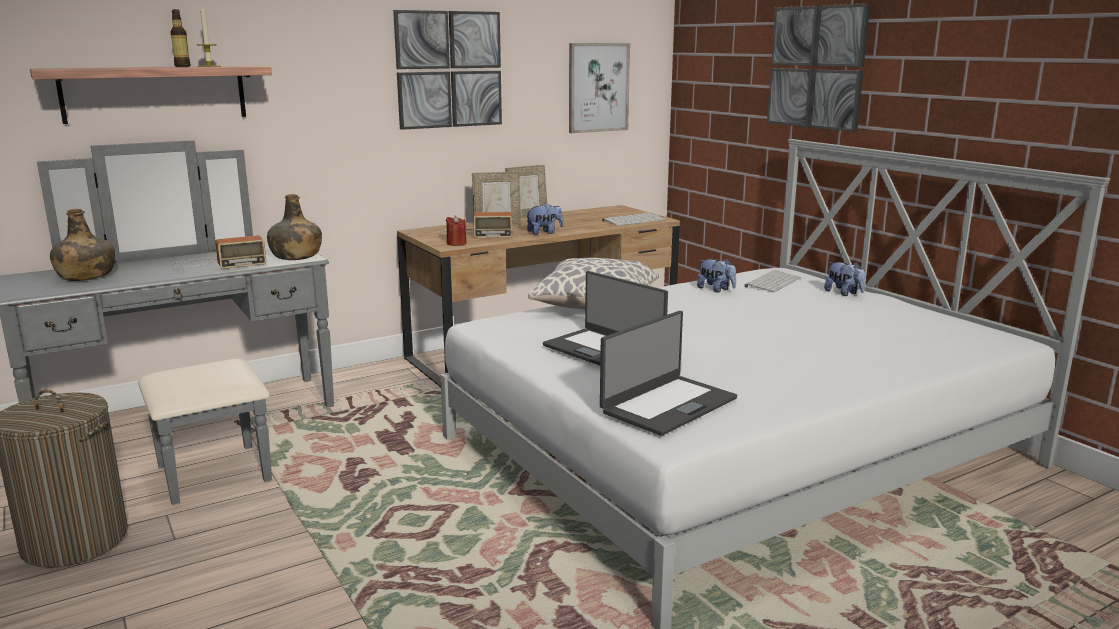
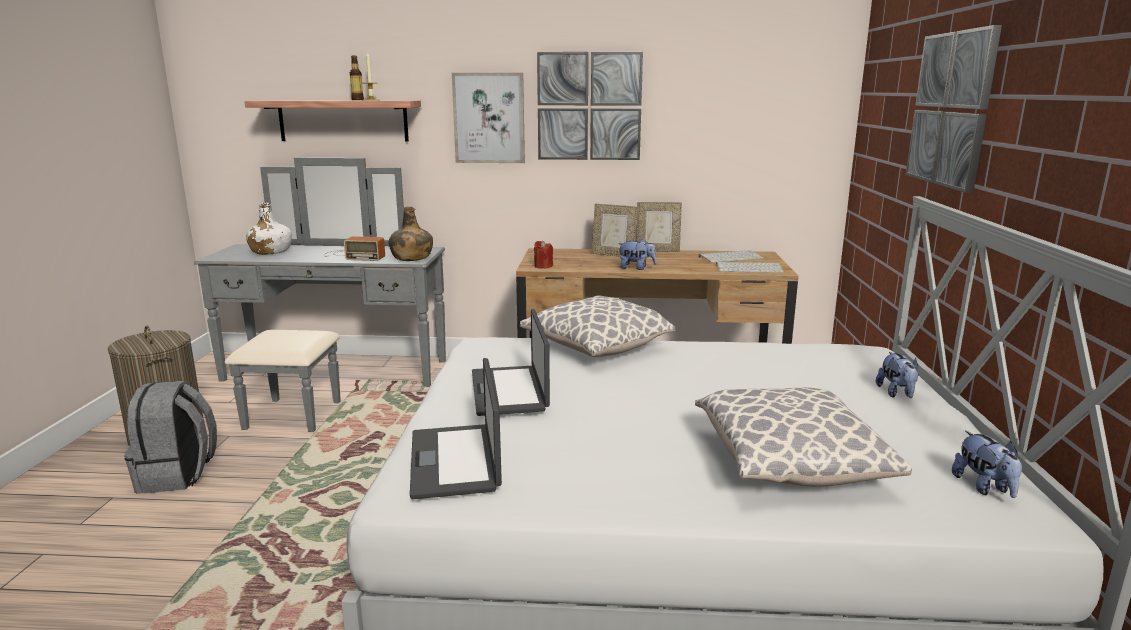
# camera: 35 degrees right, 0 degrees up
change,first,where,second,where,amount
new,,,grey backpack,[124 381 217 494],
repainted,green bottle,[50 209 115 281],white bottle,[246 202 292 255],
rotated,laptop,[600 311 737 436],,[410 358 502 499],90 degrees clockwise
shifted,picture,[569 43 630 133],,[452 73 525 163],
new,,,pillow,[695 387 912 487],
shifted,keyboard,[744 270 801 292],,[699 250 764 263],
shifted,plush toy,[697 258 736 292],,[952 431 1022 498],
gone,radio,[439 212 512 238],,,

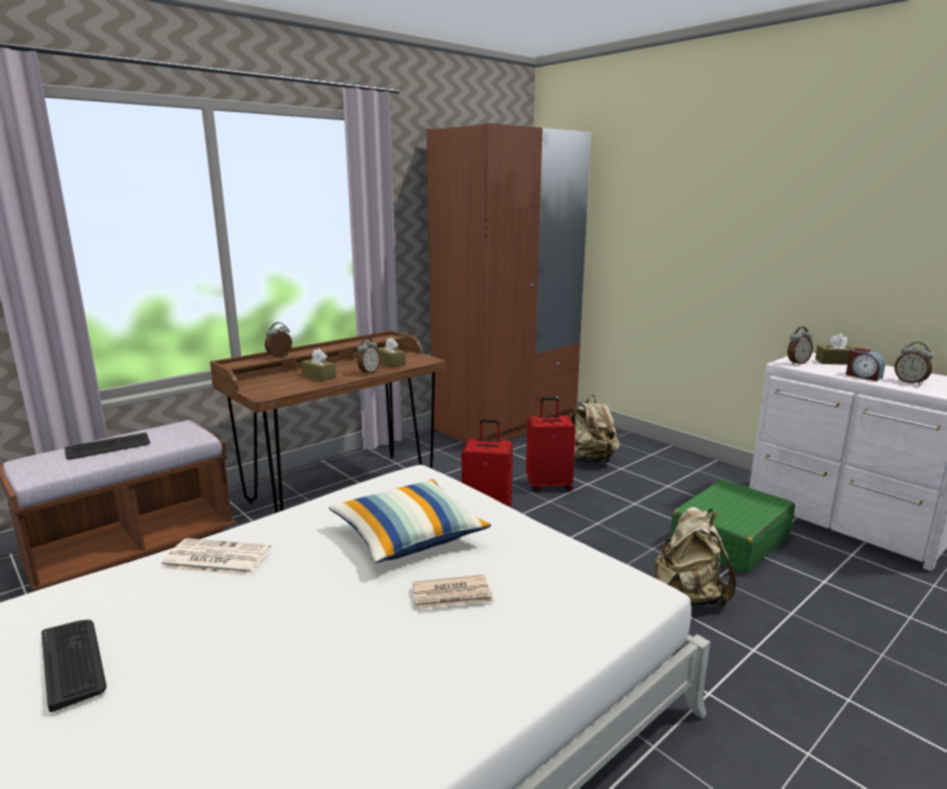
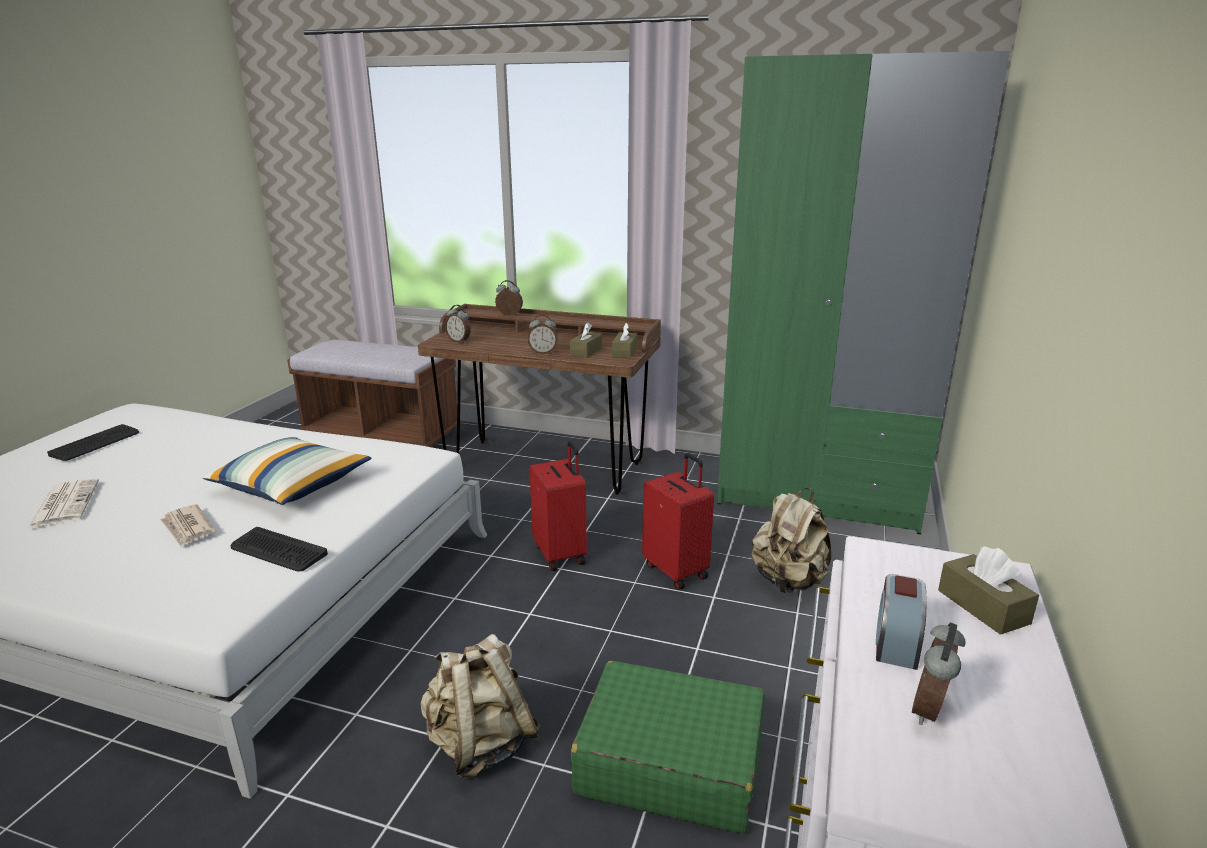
# camera: 60 degrees right, 5 degrees up
change,first,where,second,where,amount
shifted,newspaper,[160 538 271 576],,[27 478 99 529],
shifted,keyboard,[65 432 150 460],,[231 527 328 572],
shifted,alarm clock,[787 327 813 365],,[445 305 471 343],
shifted,brown tissue box,[301 349 336 381],,[612 323 637 358],
repainted,brown wardrobe,[427 123 591 443],green wardrobe,[717 51 1010 535],

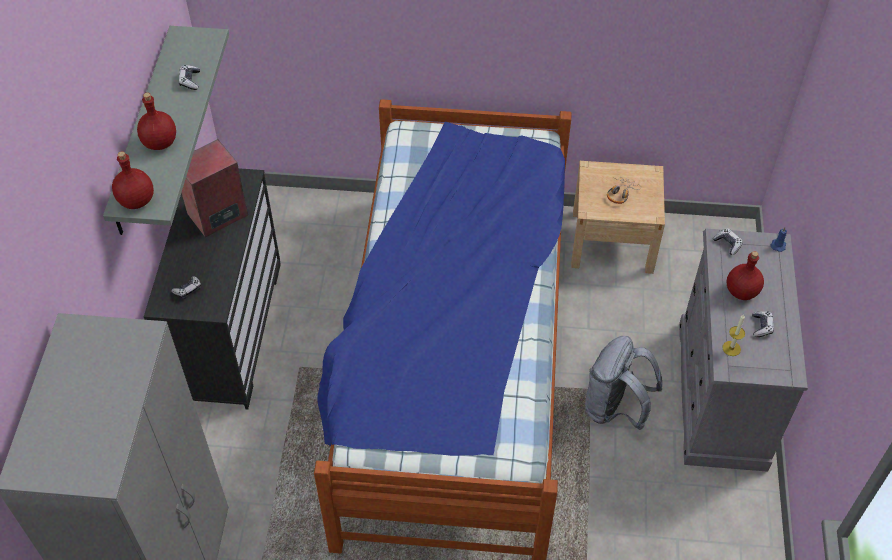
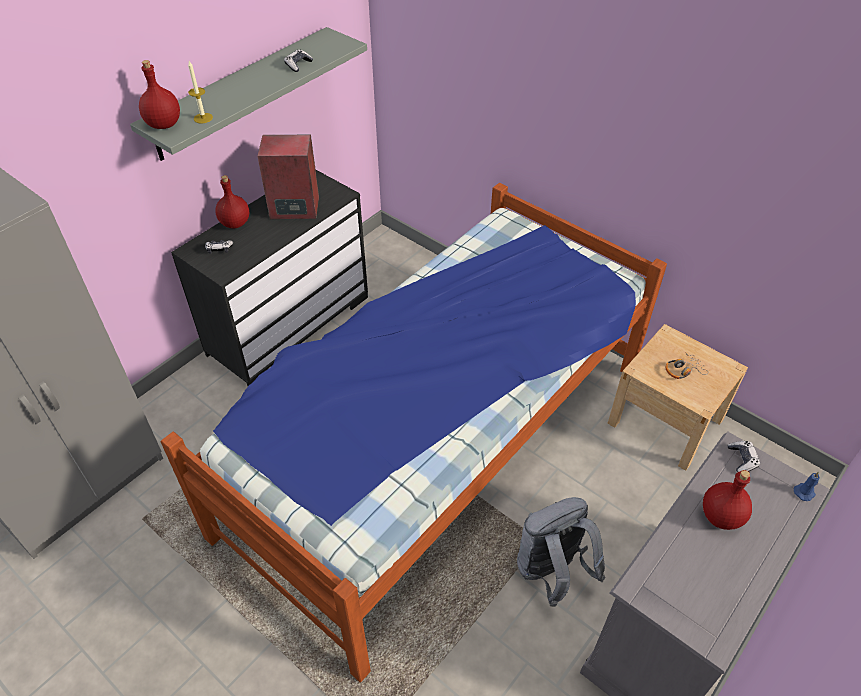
# camera: 35 degrees right, 5 degrees down
change,first,where,second,where,amount
shifted,candle,[722 315 745 356],,[188 61 213 124],
shifted,red bottle,[137 93 176 150],,[215 175 249 229],
gone,game controller,[752 311 774 337],,,

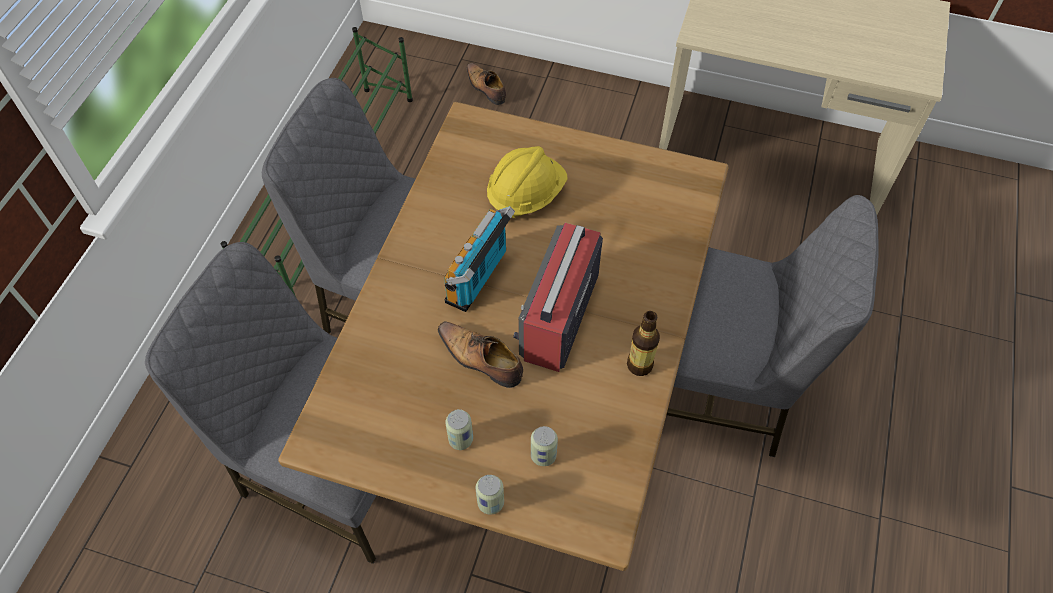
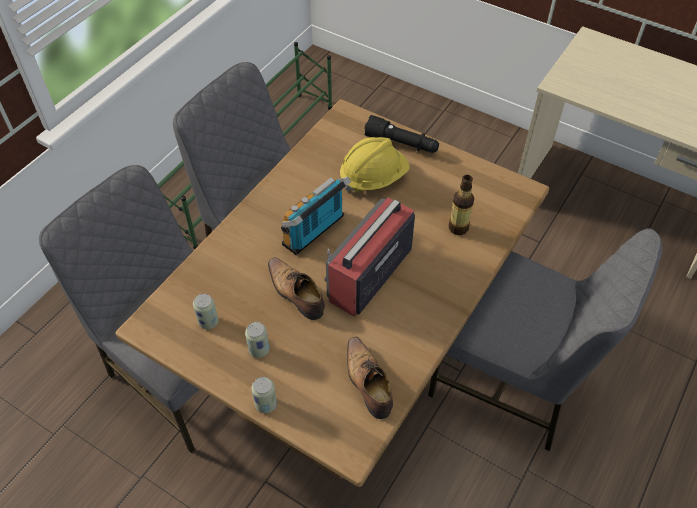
# camera: 15 degrees right, 5 degrees down
change,first,where,second,where,amount
shifted,can,[531 426 558 466],,[193 294 219 329],
shifted,shoe,[467 63 506 105],,[347 337 393 419],
new,,,black flashlight,[364 115 439 153],
shifted,bottle,[627 311 660 376],,[449 175 474 235],

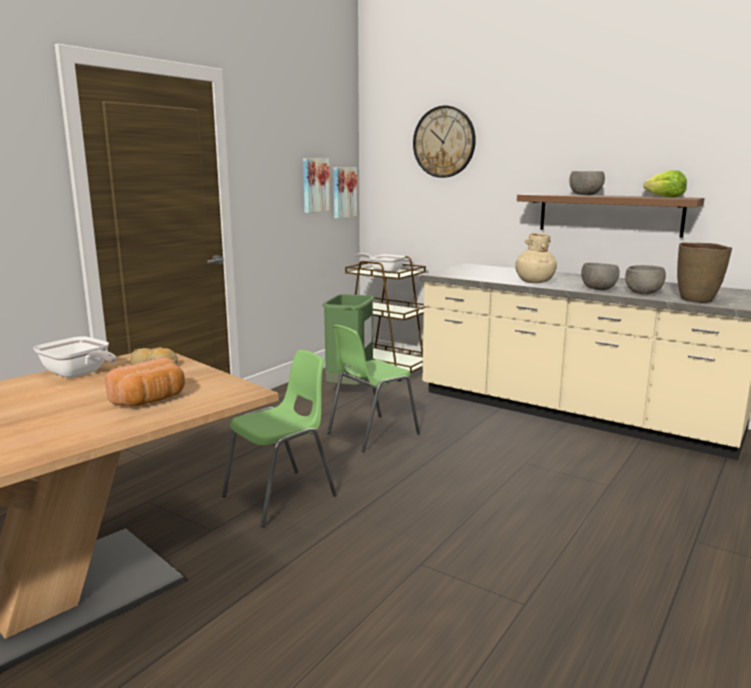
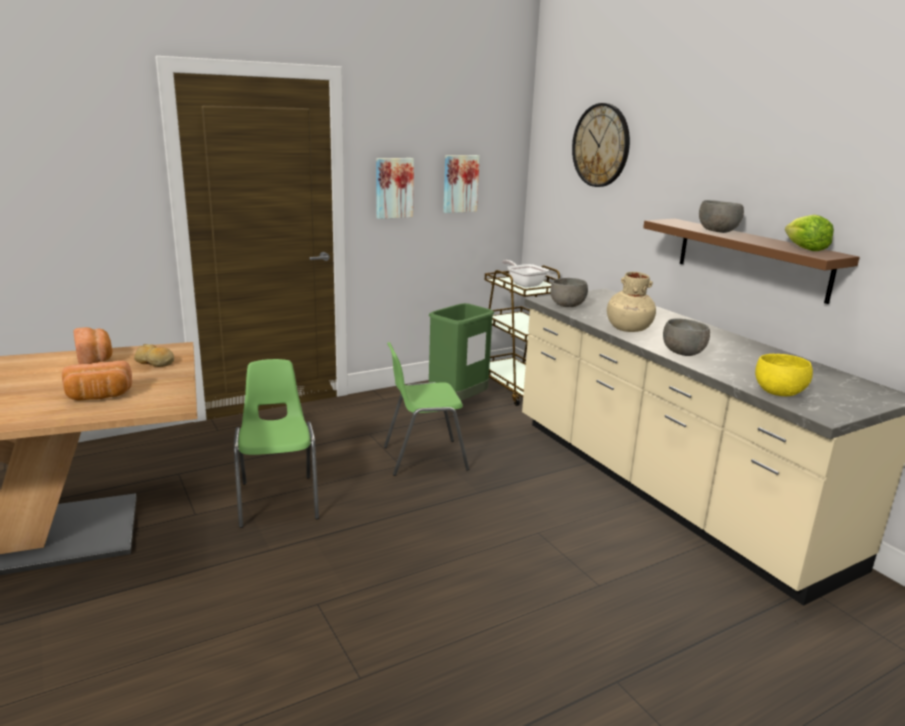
# camera: 25 degrees right, 5 degrees up
change,first,where,second,where,amount
swapped,frying pan,[33 336 116 378],bread,[74 327 112 364],
rotated,green chair,[222 350 337 527],,[234 359 319 528],90 degrees counterclockwise
shifted,picture,[333 167 357 218],,[376 158 414 219],
shifted,grey bowl,[625 265 666 294],,[550 278 588 307],
swapped,brown vase,[677 243 732 303],yellow bowl,[755 354 813 396],

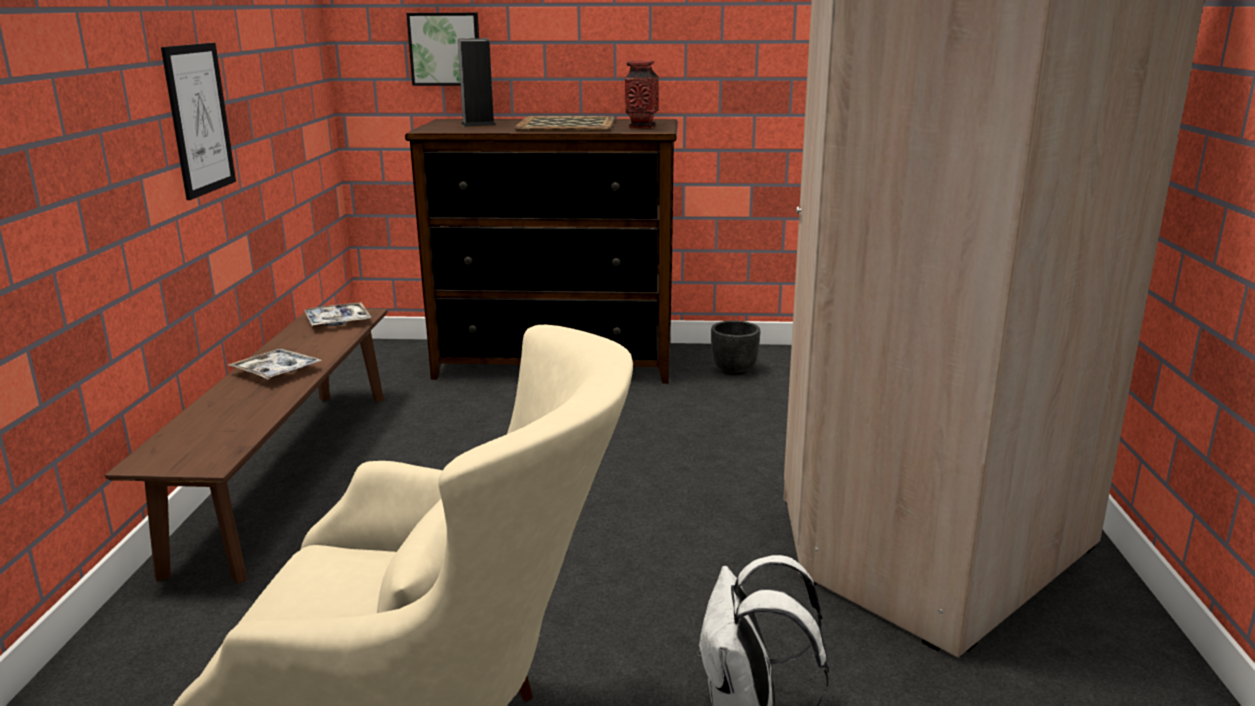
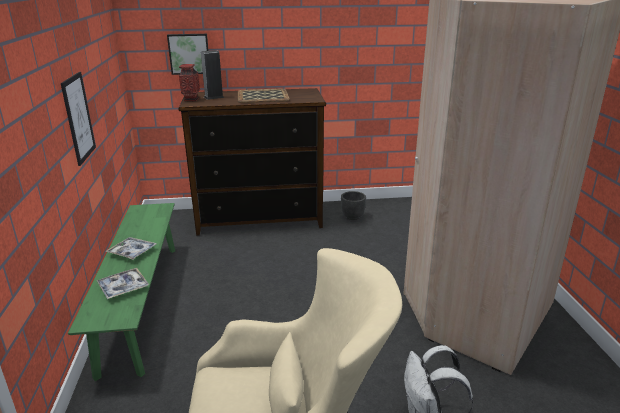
# camera: 10 degrees left, 5 degrees up
change,first,where,second,where,amount
repainted,brown bench,[105 308 388 584],green bench,[68 203 175 381],
shifted,tray,[304 302 371 326],,[97 268 149 299],
shifted,vase,[625 61 659 128],,[179 64 200 101],

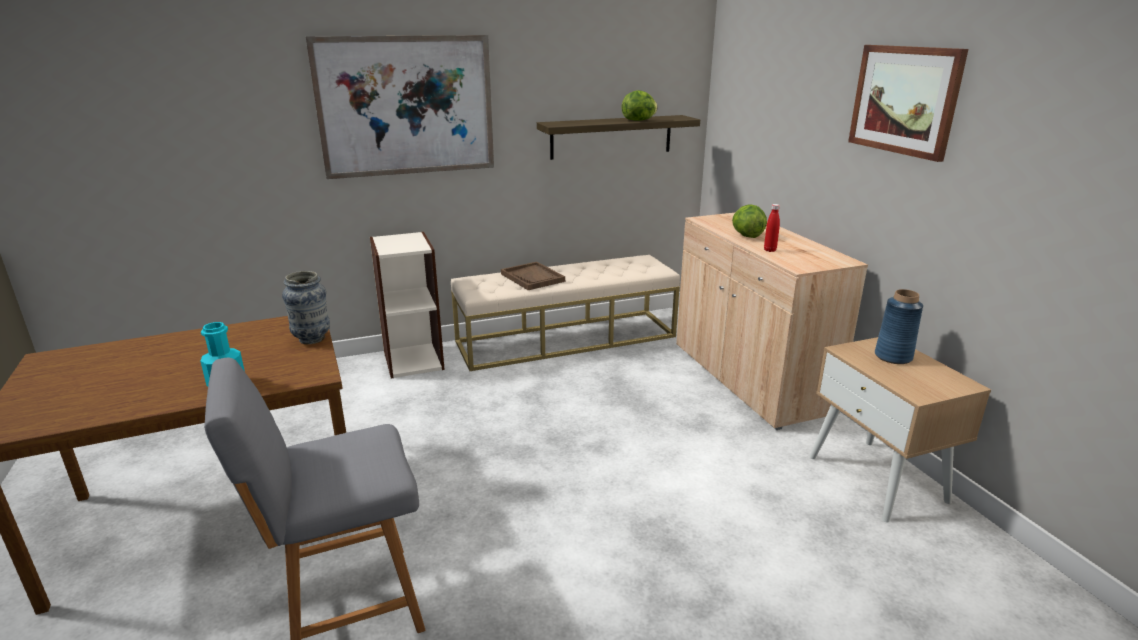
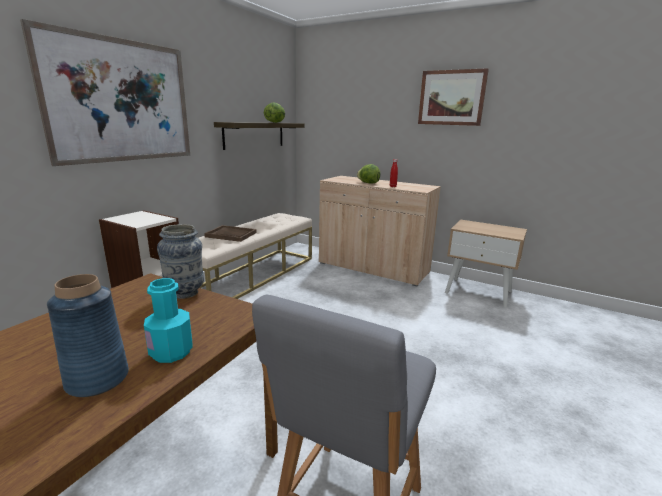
# camera: 40 degrees left, 5 degrees down
change,first,where,second,where,amount
shifted,blue vase,[875 289 923 364],,[47 274 129 397],

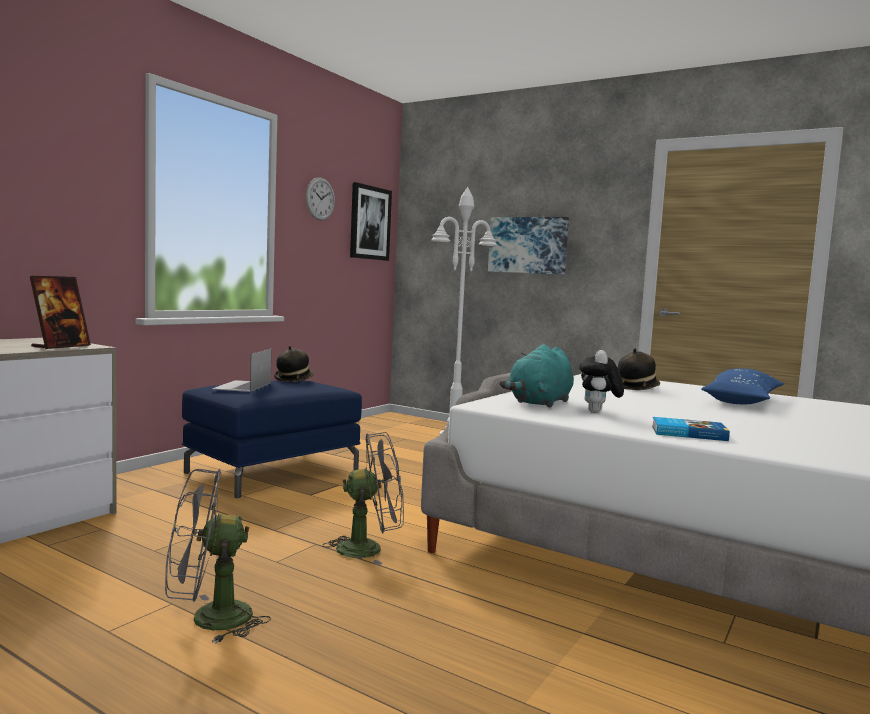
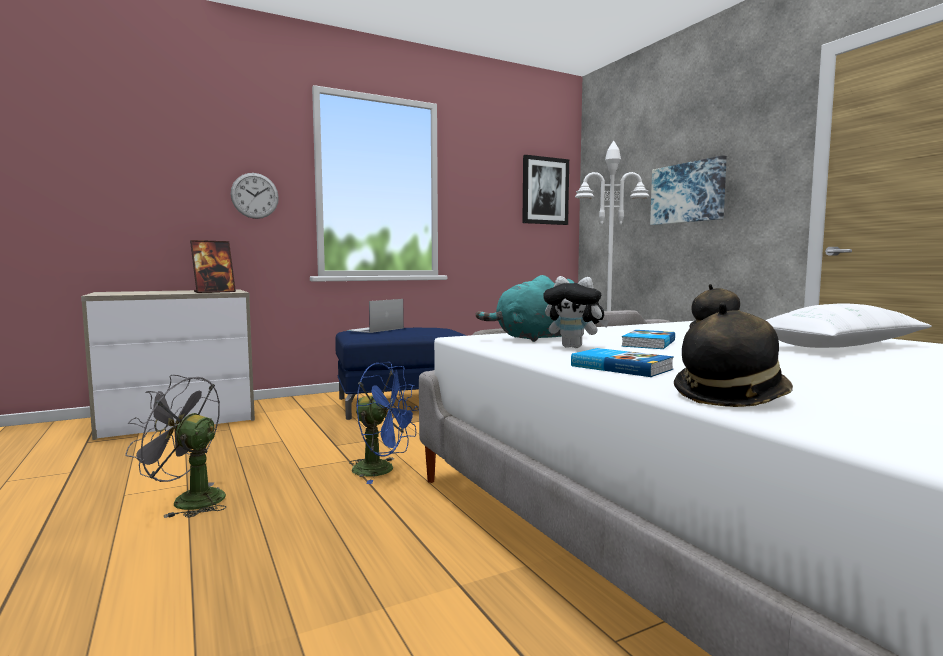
# camera: 30 degrees right, 0 degrees up
change,first,where,second,where,amount
shifted,wall clock,[306 177 335 220],,[231 173 279 219],
repainted,grey fan,[322 432 404 565],blue fan,[349 362 419 484],
rotated,plush toy,[579 350 624 413],,[543 276 609 348],105 degrees counterclockwise
new,,,book,[621 330 675 349],
shifted,hat,[274 346 314 382],,[674 302 793 407],
repainted,blue pillow,[701 368 784 404],white pillow,[766 303 932 348],

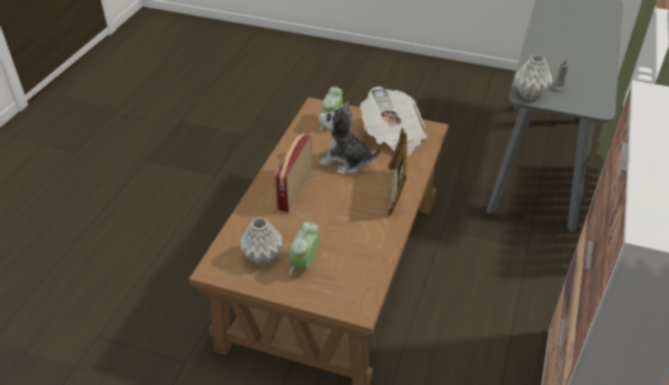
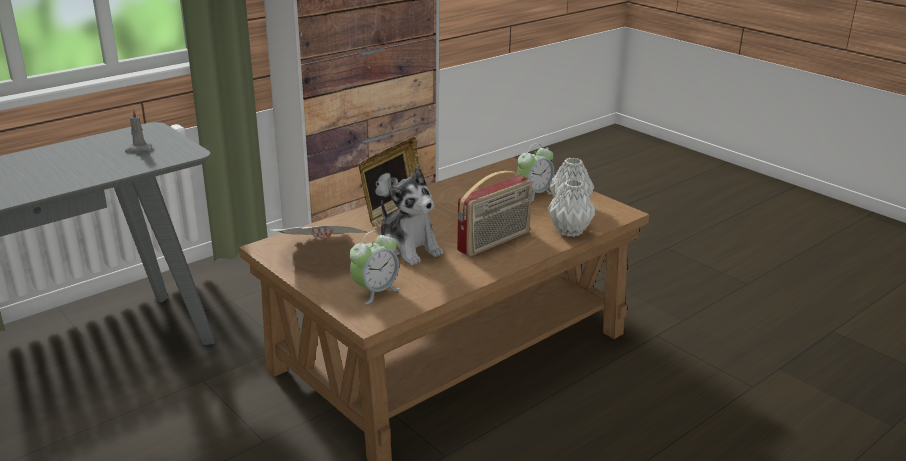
# camera: 150 degrees left, 15 degrees down
change,first,where,second,where,amount
shifted,grey vase,[515 55 553 100],,[548 179 595 237],

